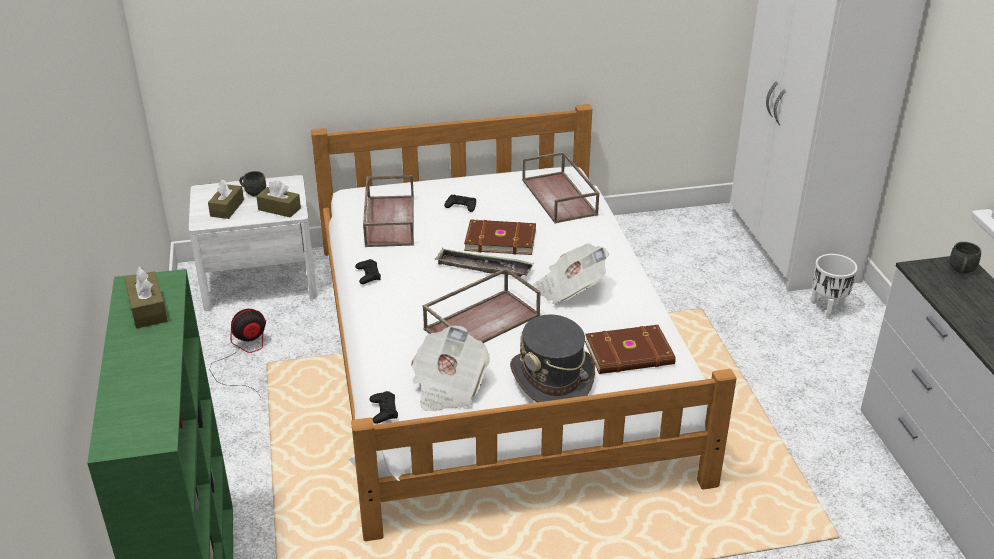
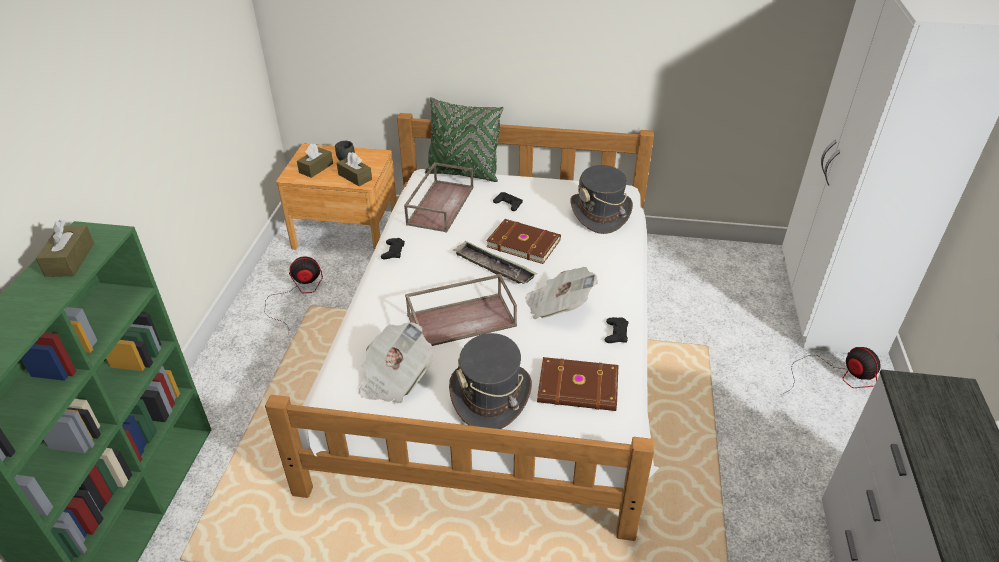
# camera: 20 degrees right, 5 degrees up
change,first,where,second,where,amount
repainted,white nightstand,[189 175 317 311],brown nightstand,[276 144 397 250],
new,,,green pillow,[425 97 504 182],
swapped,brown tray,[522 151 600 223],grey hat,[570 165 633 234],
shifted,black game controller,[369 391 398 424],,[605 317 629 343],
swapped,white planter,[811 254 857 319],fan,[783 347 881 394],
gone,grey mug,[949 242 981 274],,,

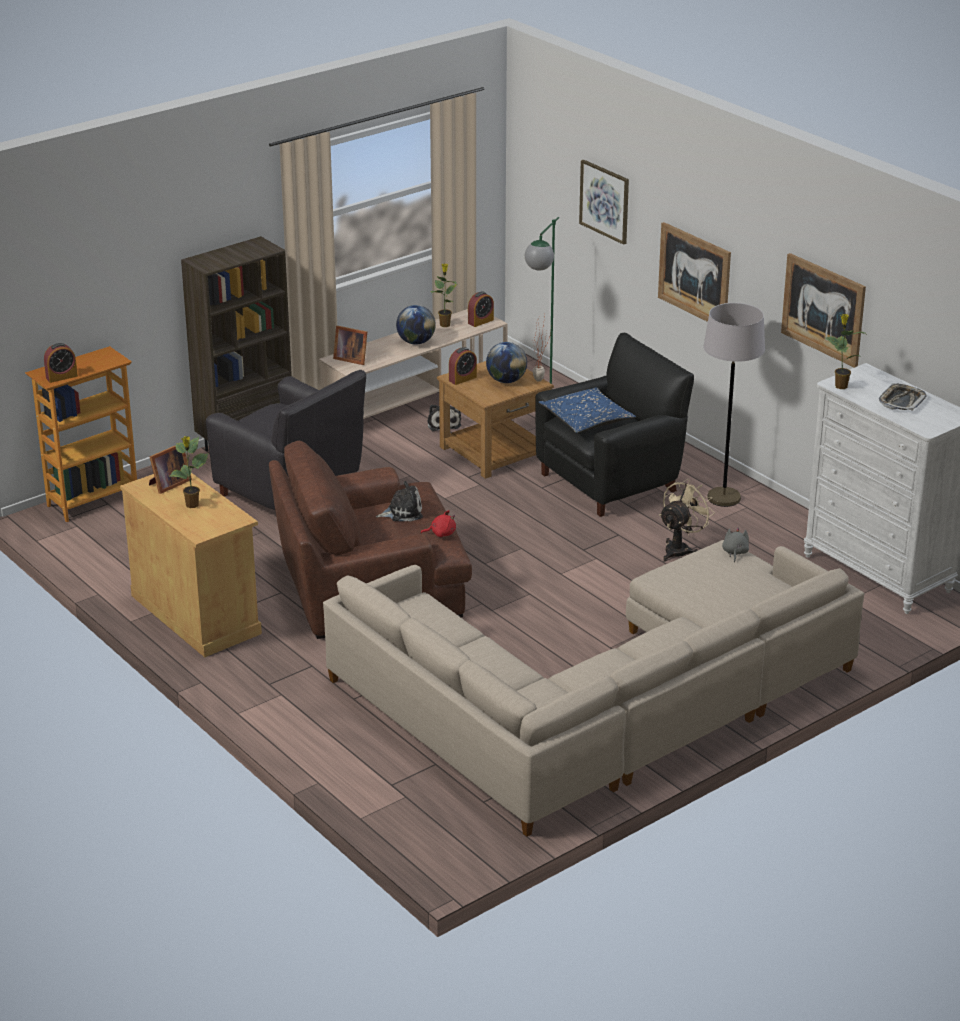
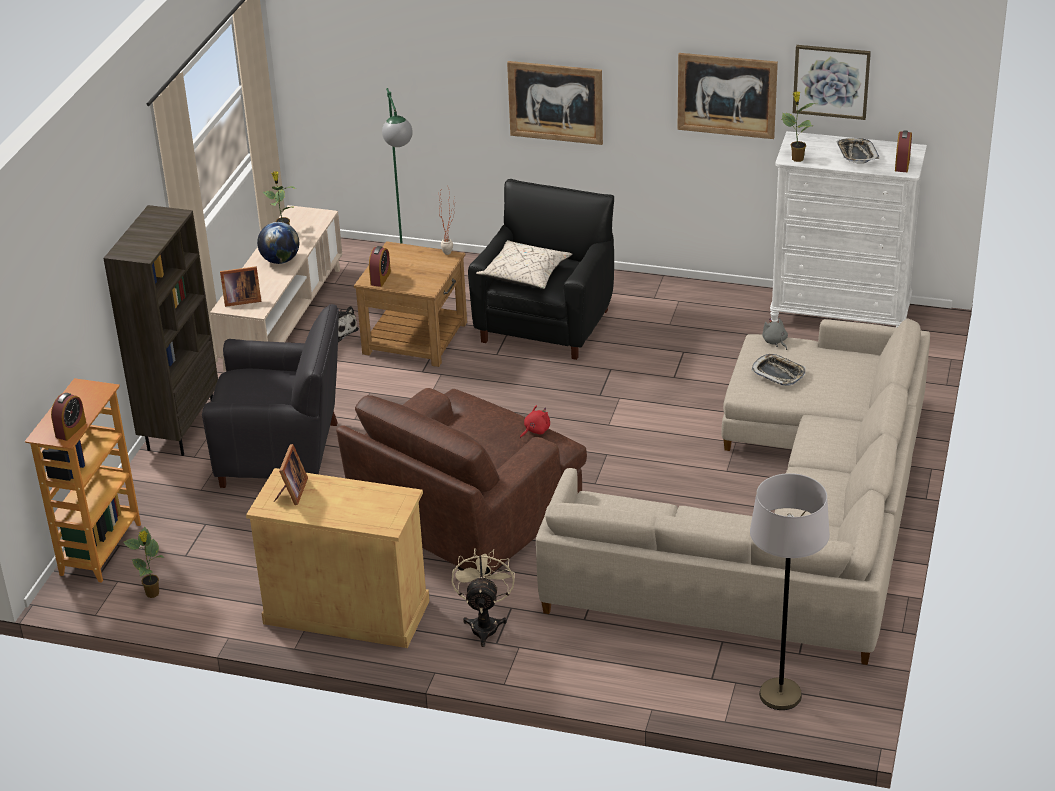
# camera: 35 degrees left, 5 degrees up
change,first,where,second,where,amount
shifted,potted plant,[169 436 208 508],,[123 527 164 598],
shifted,beige fan,[659 479 715 561],,[452 548 515 647],
repainted,blue pillow,[538 387 636 433],beige pillow,[476 240 572 289],
shifted,grey floor lamp,[703 303 765 507],,[750 473 830 710],
new,,,tray,[751 354 806 386],
shifted,picture,[579 160 629 245],,[793 45 871 120],
shifted,alarm clock,[468 291 494 327],,[895 130 912 172],
gone,plush toy,[376 481 423 522],,,
gone,globe,[486 342 527 383],,,

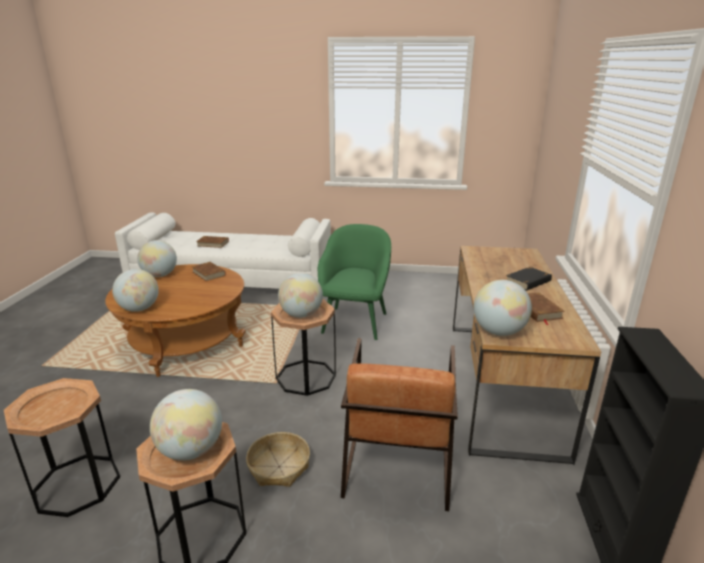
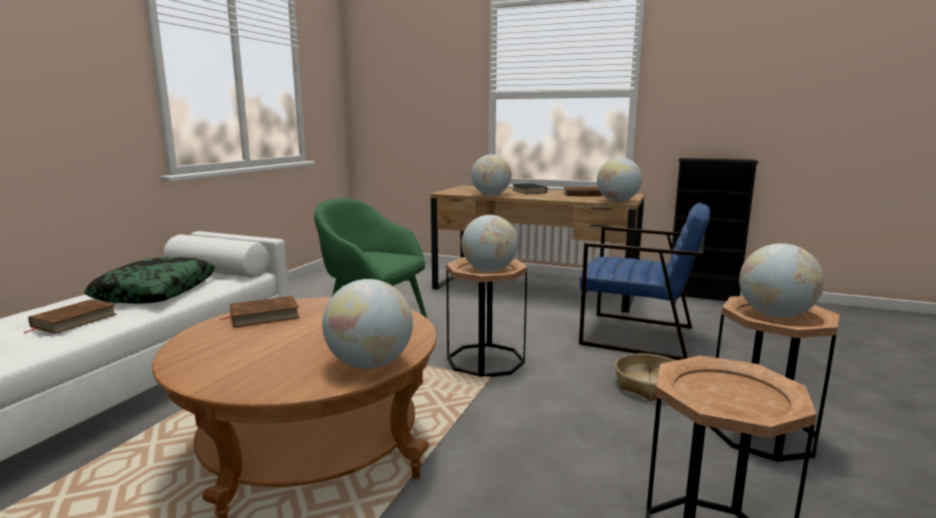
# camera: 75 degrees left, 10 degrees down
change,first,where,second,where,amount
new,,,pillow,[84 257 215 304],
shifted,globe,[137 240 177 277],,[471 154 512 195],
repainted,brown armchair,[341 338 458 511],blue armchair,[579 203 710 360],

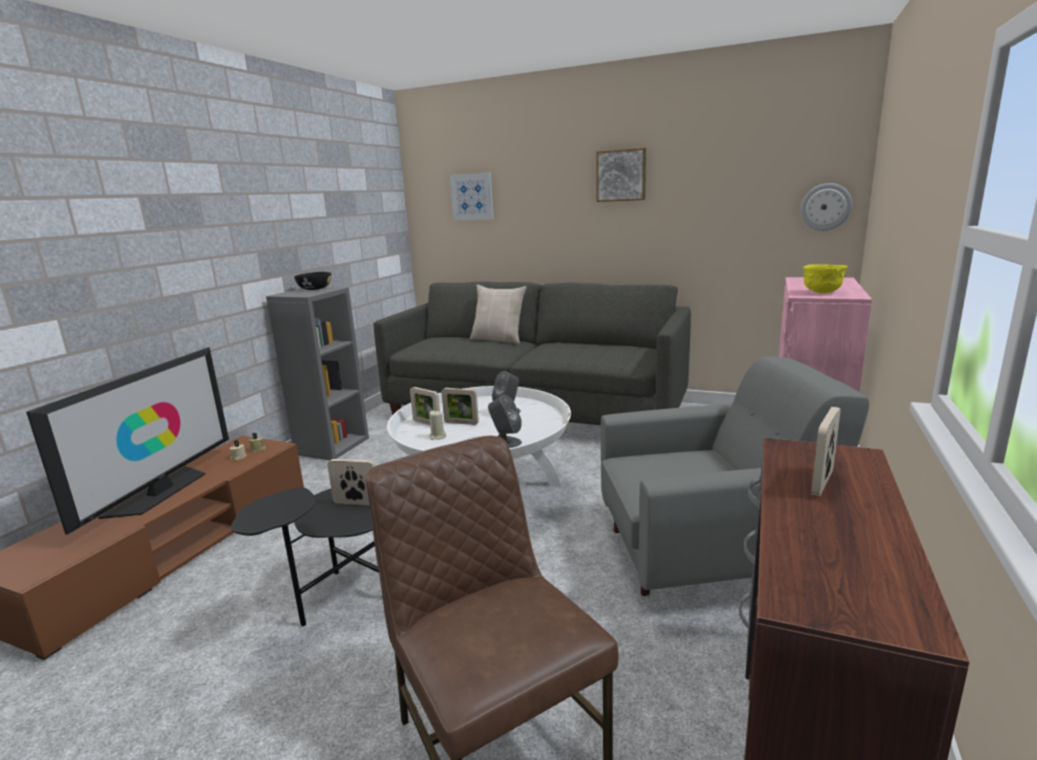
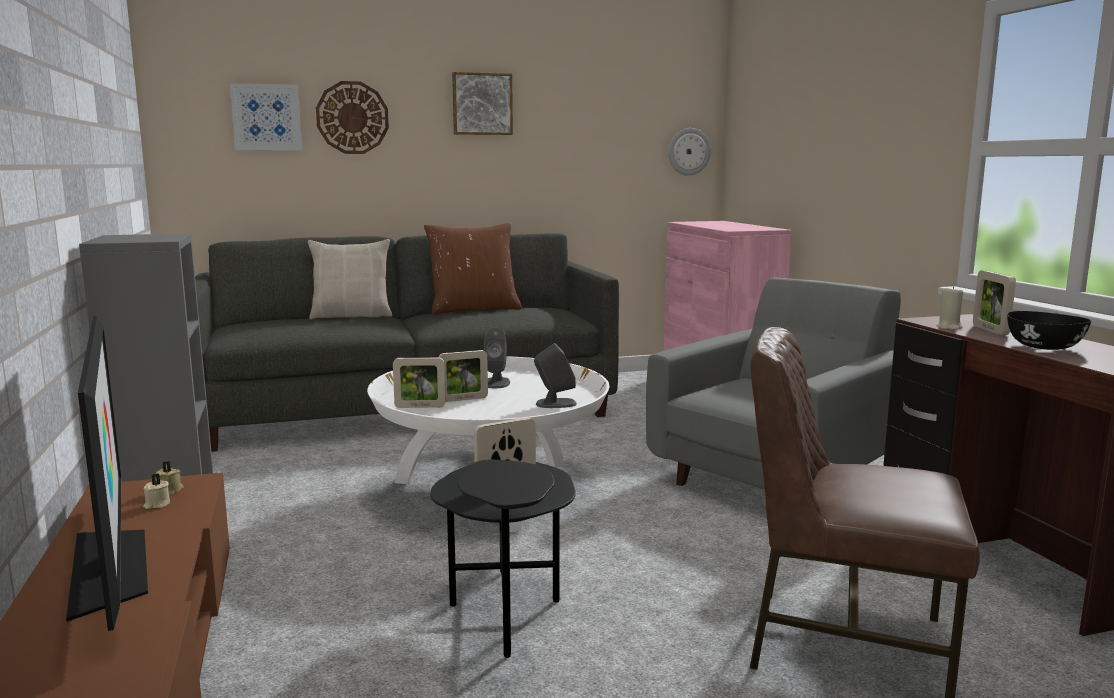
# camera: 40 degrees left, 5 degrees down
change,first,where,second,where,amount
new,,,wall clock,[316 81 389 154],
new,,,brown pillow,[424 223 522 315],
shifted,beige candle,[429 410 446 440],,[936 286 963 330],
shifted,black bowl,[294 272 331 290],,[1007 311 1091 350],
gone,yellow bowl,[803 264 848 293],,,

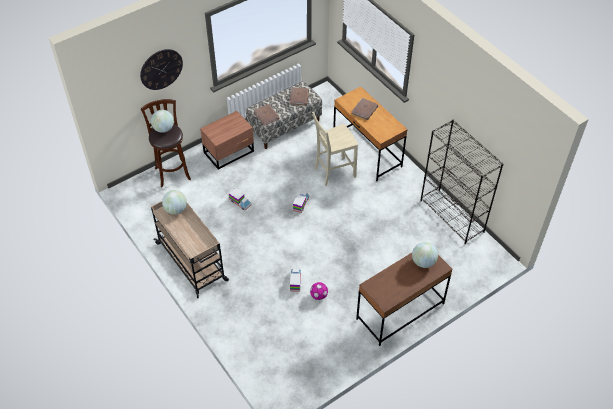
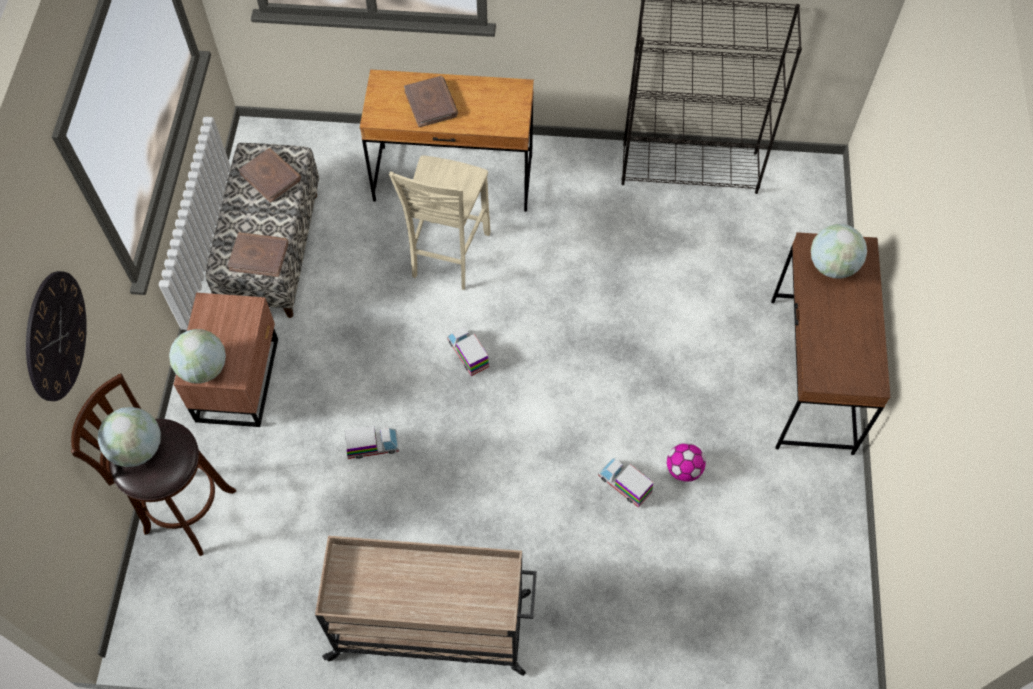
# camera: 50 degrees left, 10 degrees up
change,first,where,second,where,amount
shifted,globe,[162 190 187 214],,[169 329 226 384],

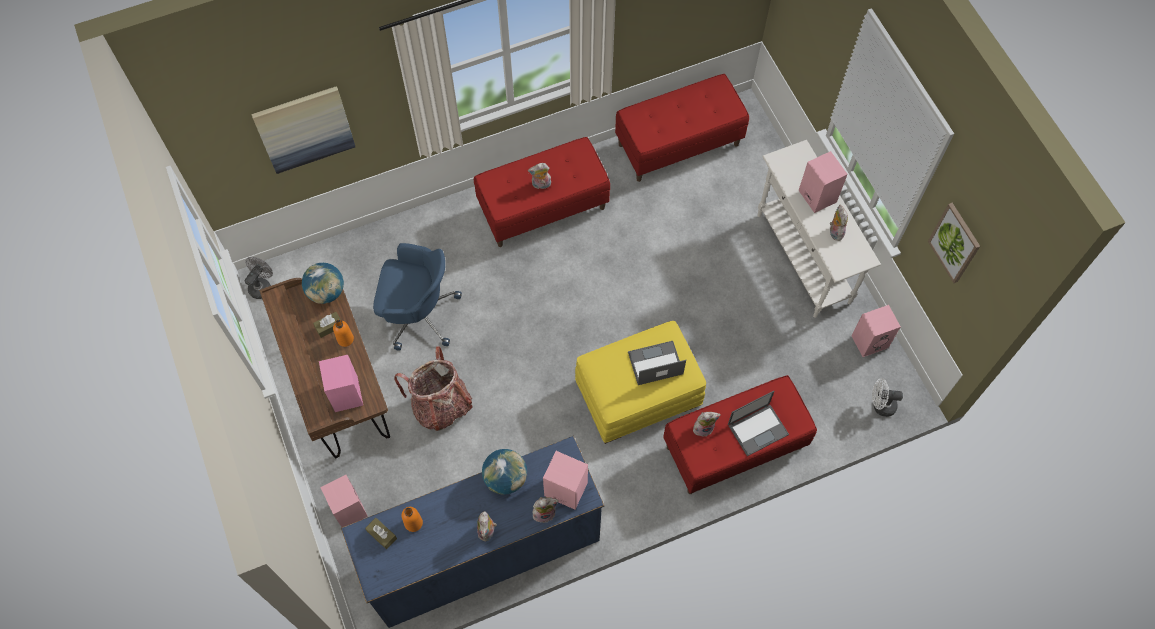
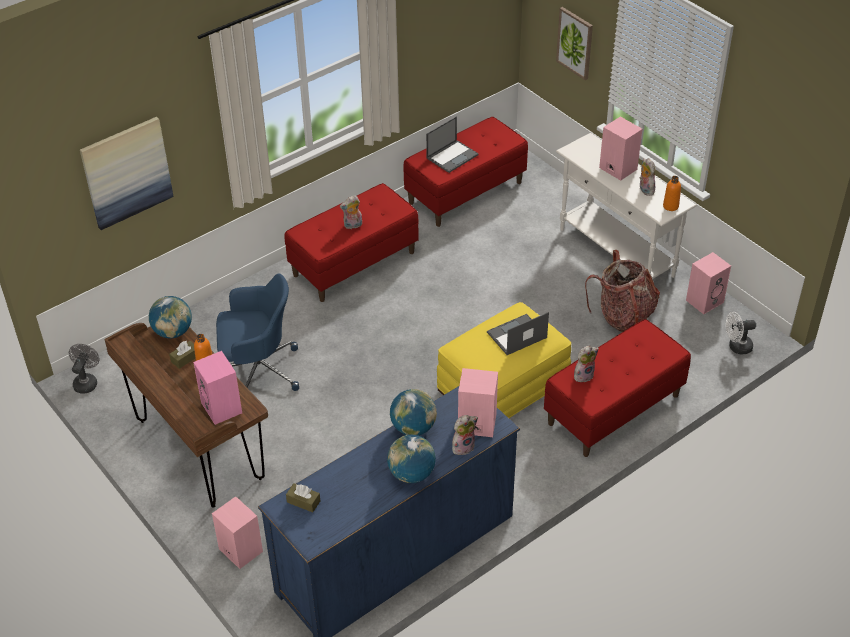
# camera: 15 degrees left, 20 degrees down
change,first,where,second,where,amount
swapped,plush toy,[477 511 497 541],globe,[387 435 436 483],
shifted,laptop,[728 391 789 456],,[426 117 479 173],
shifted,picture,[928 203 980 283],,[556 7 593 80],
shifted,backpack,[394 346 472 431],,[585 250 660 332],
shifted,orange bottle,[401 507 423 532],,[663 176 681 211],

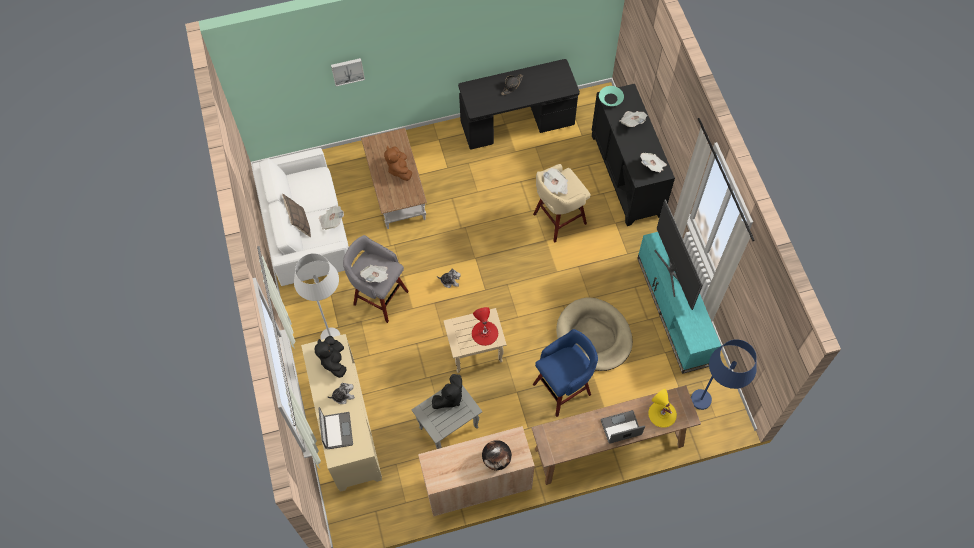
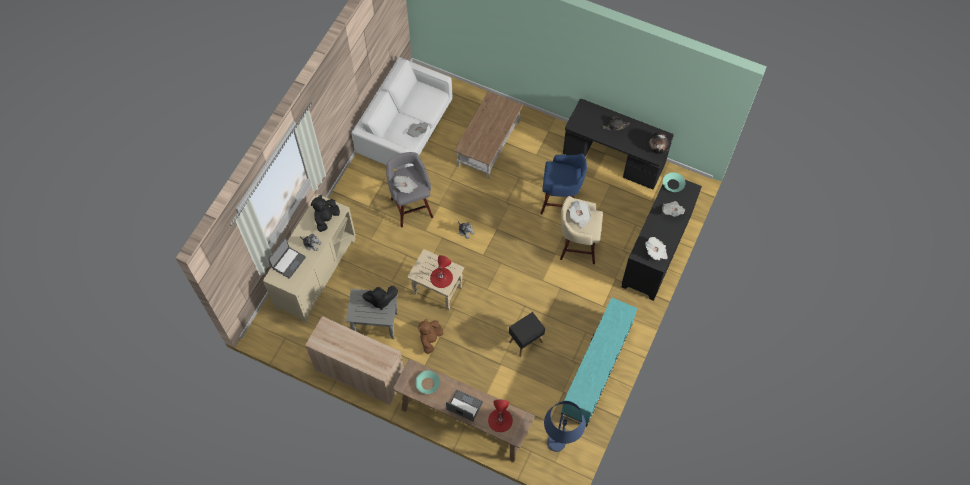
# camera: 40 degrees right, 0 degrees up
change,first,where,second,where,amount
new,,,turquoise bowl,[415 371 440 394],
shifted,brown plush toy,[384 146 412 181],,[418 319 443 354],
repainted,yellow table lamp,[648 389 677 428],red table lamp,[488 400 513 432],
swapped,beige dog bed,[556 297 633 371],black side table,[509 312 545 357],
shifted,blue stool,[533 329 598 417],,[540 153 587 214],
shifted,globe,[482 440 512 471],,[649 132 671 154],
gone,pillow,[282 193 311 237],,,
gone,white floor lamp,[294 253 340 340],,,
gone,picture,[331 58 365 86],,,
gone,television,[654 199 703 310],,,

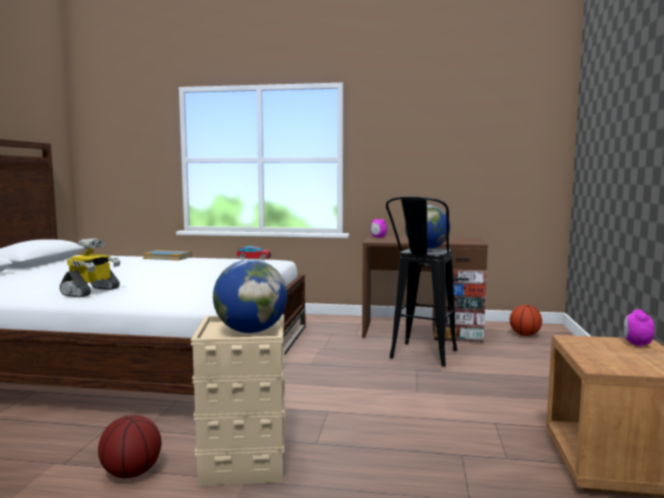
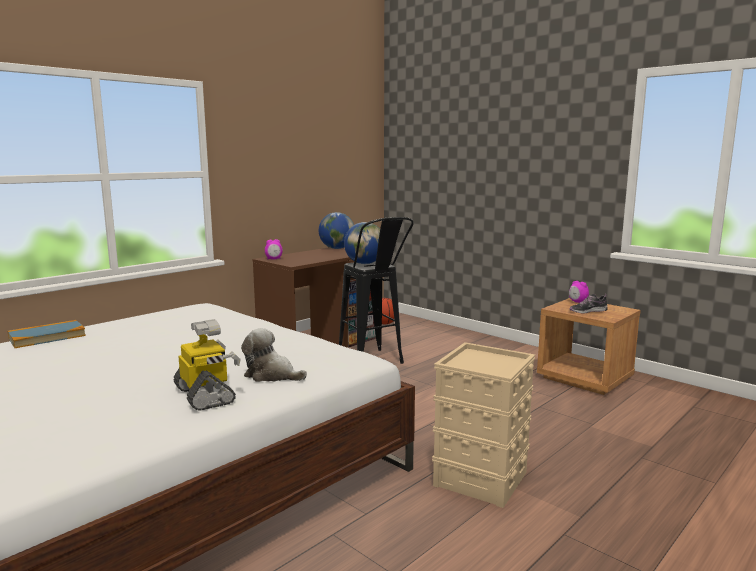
# camera: 55 degrees left, 5 degrees up
change,first,where,second,where,amount
new,,,plush toy,[241 328 307 382],
shifted,globe,[213 259 287 333],,[319 212 354 249],
new,,,shoe,[570 294 608 314],
gone,basketball,[98 415 161 478],,,
gone,toy car,[236 246 271 260],,,

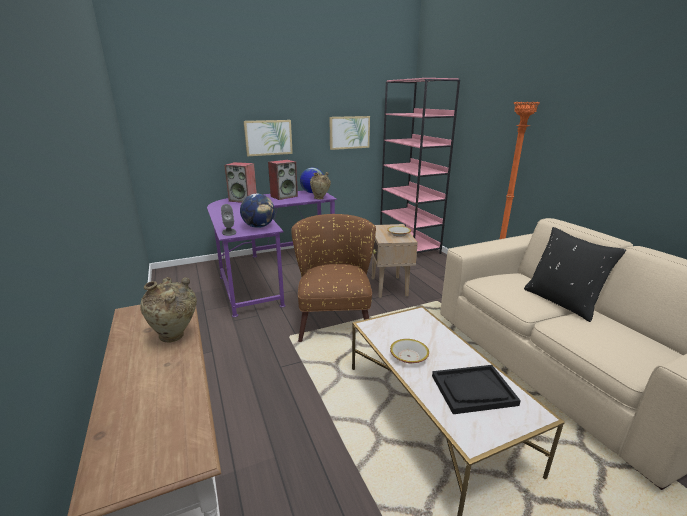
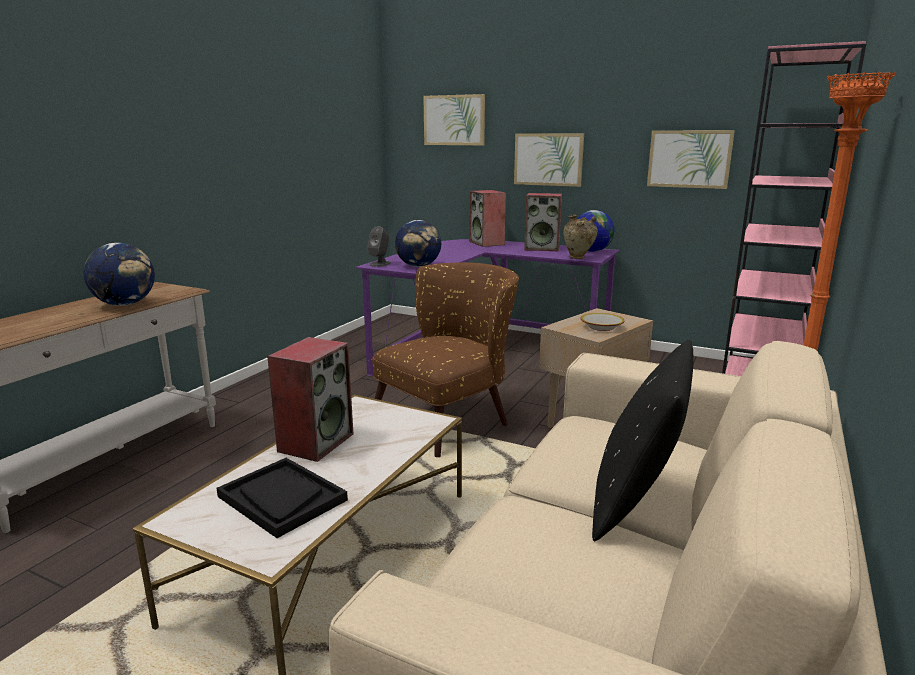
# camera: 50 degrees right, 5 degrees down
change,first,where,second,where,amount
swapped,beige vase,[140 277 197 343],globe,[84 243 155 306],
swapped,bowl,[390 339 429 363],speaker,[267 337 353 462],
new,,,picture,[423 94 485 146],

